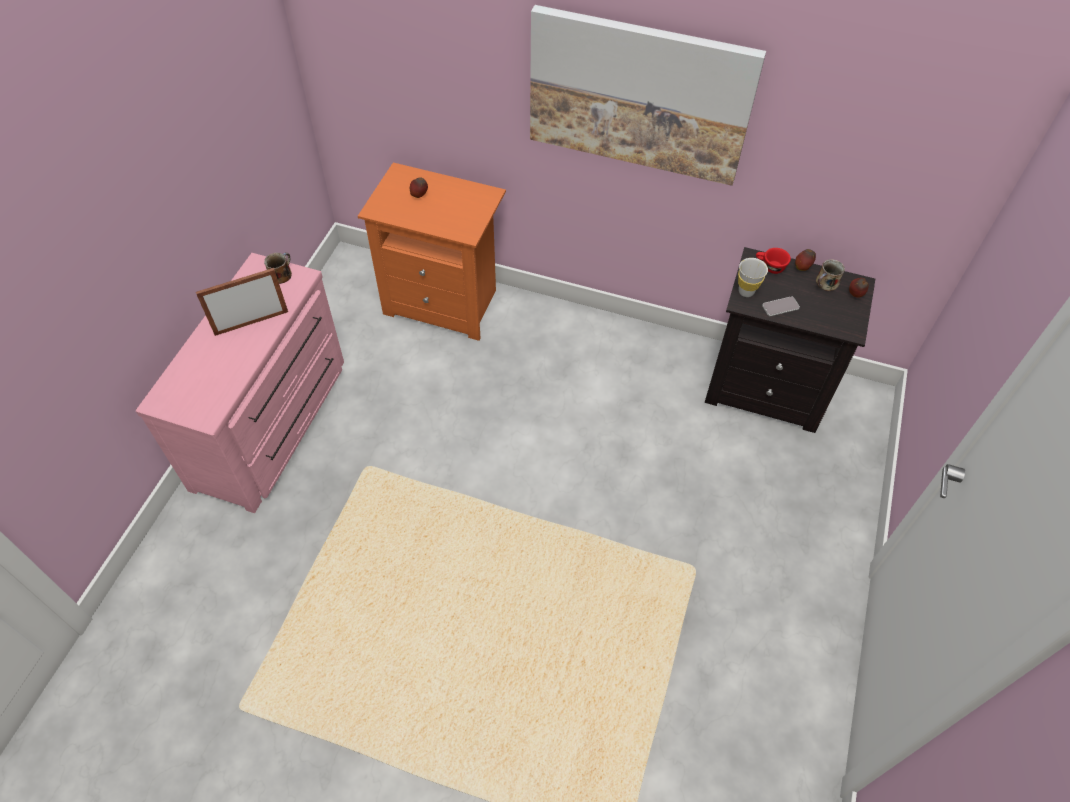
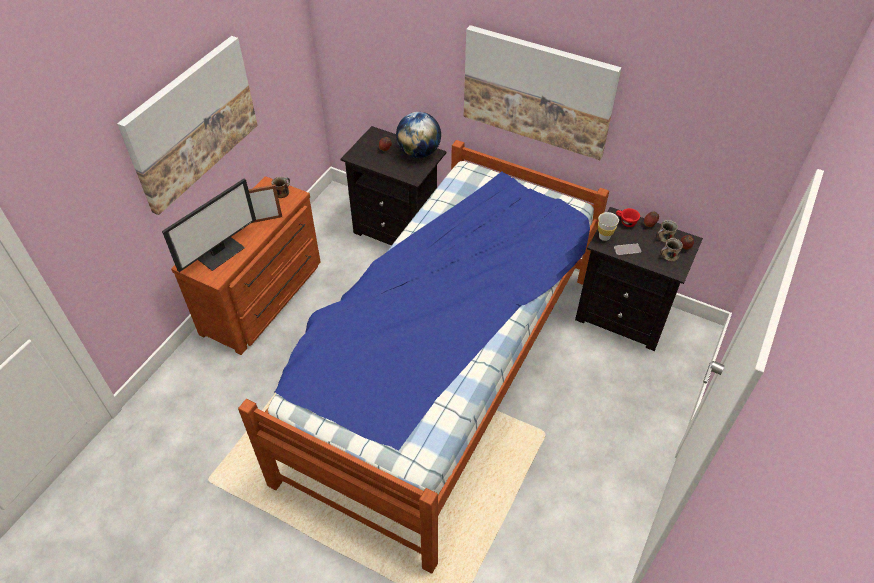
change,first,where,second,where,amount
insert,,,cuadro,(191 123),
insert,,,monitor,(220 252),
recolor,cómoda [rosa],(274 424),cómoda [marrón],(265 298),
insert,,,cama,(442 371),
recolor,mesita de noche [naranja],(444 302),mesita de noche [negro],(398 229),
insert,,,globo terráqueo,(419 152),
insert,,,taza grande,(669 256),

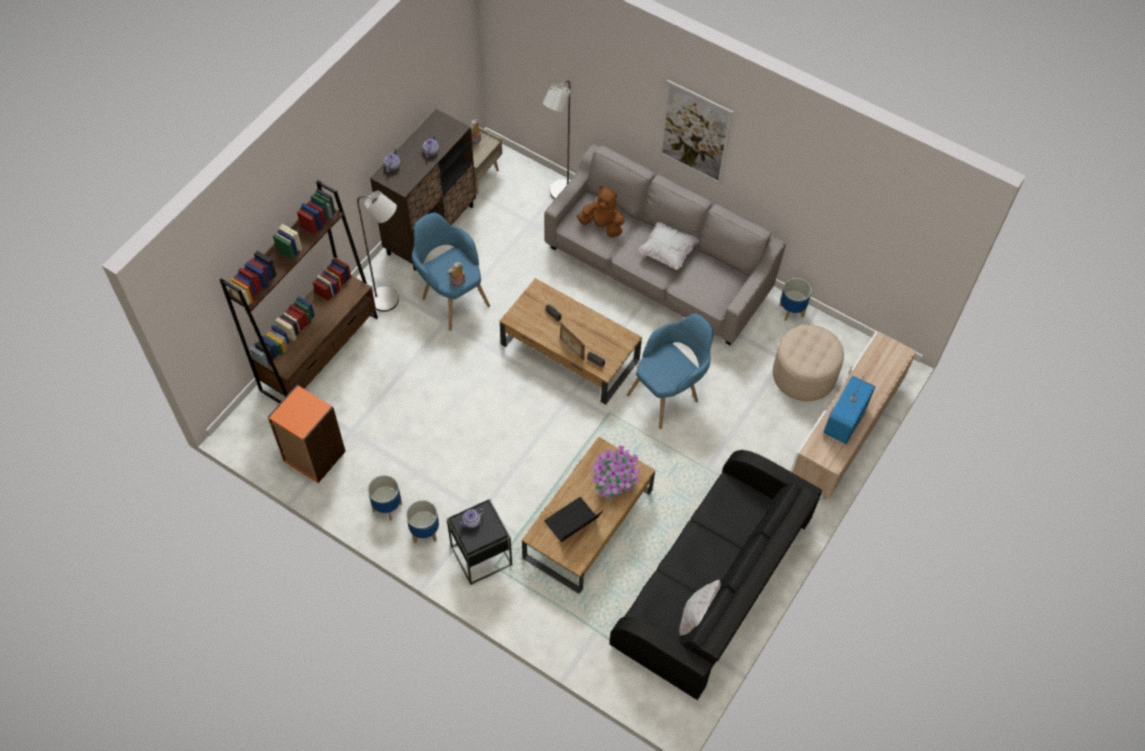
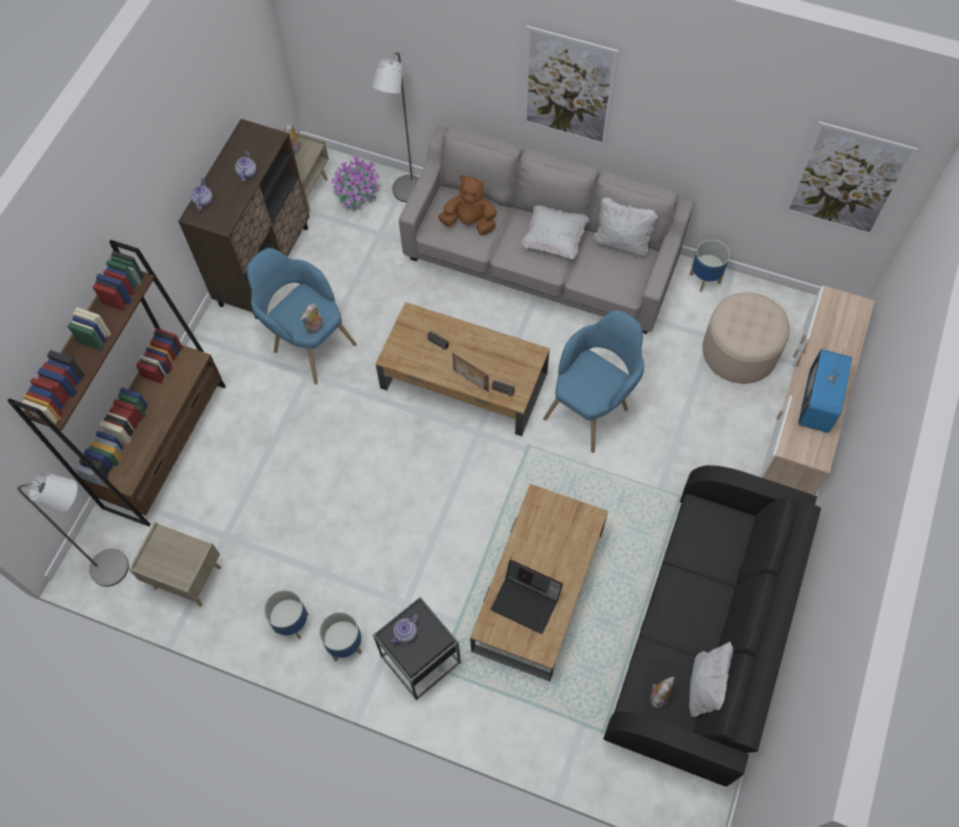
change,first,where,second,where,amount
move,lámpara de pie [gris],(390 301),,(117 568),
replace,estantería [naranja],(314 456),mesita de noche [beis],(187 578),
move,planta en maceta,(614 480),,(356 195),
rotate,portátil,(572 523),,(526 602),105 degrees counterclockwise
insert,,,cojín [blanco],(621 244),
insert,,,peluche,(659 695),
insert,,,cuadro,(847 180),

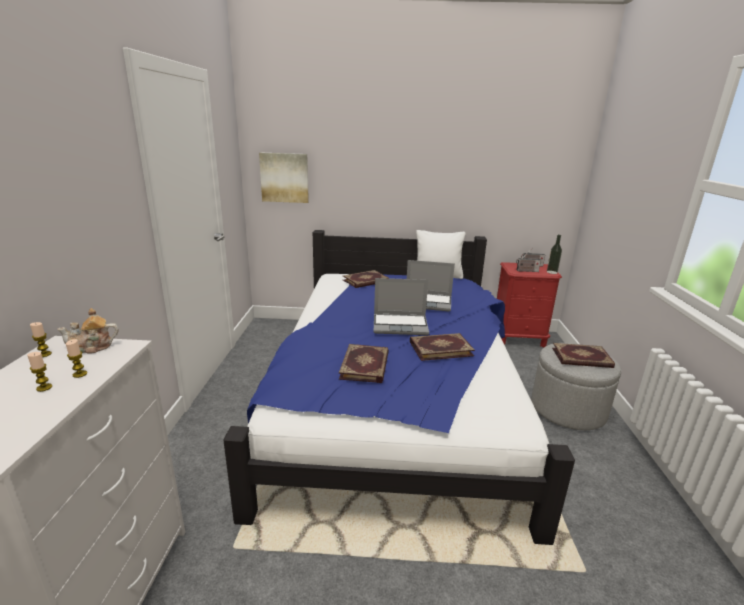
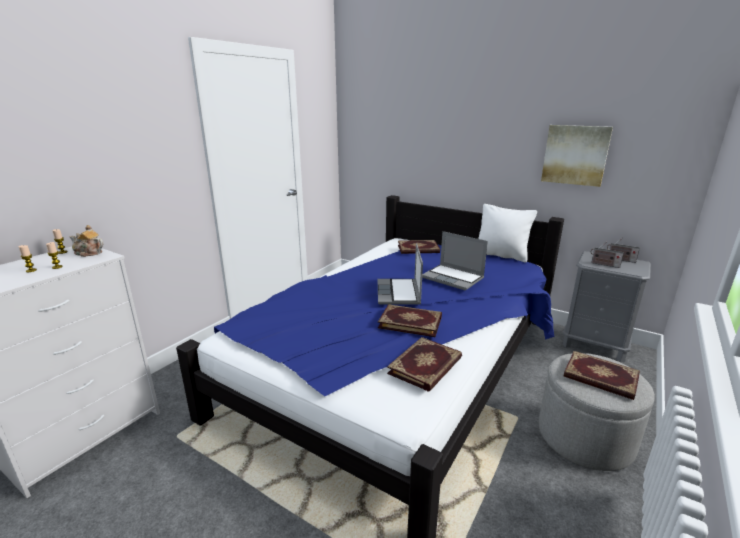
change,first,where,second,where,amount
rotate,portátil,(401 325),,(399 293),60 degrees clockwise
move,libro,(366 365),,(426 366),
move,cuadro,(284 177),,(575 155),
recolor,mesita de noche [rojo],(519 338),mesita de noche [gris],(595 345),
delete,botella,(552 272),,,

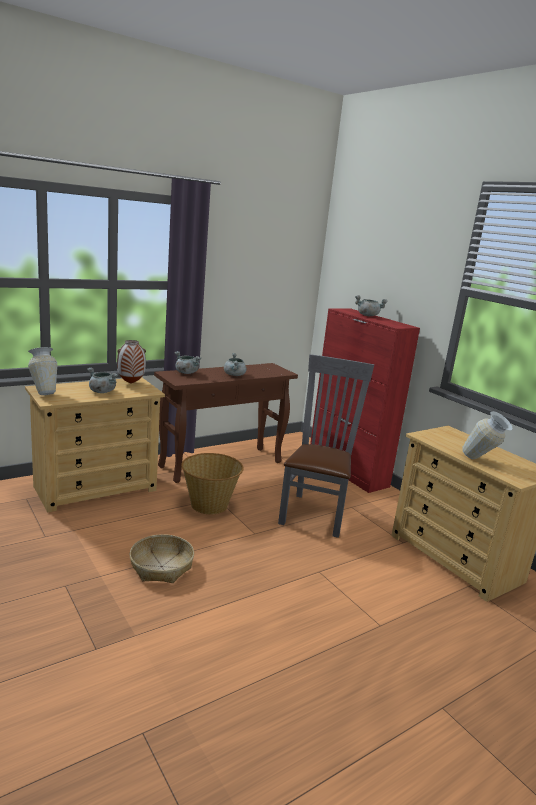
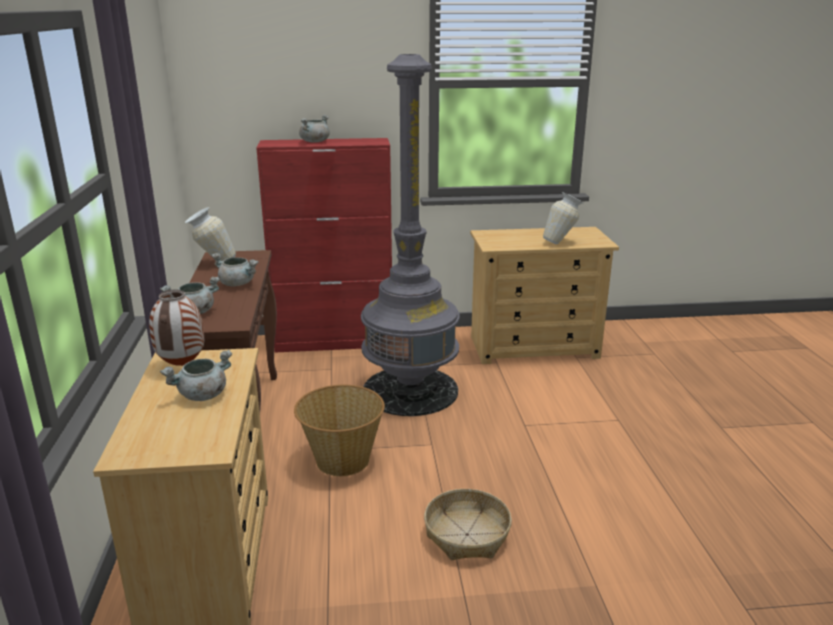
change,first,where,second,where,amount
move,florero,(44 392),,(213 263),
replace,silla [gris],(315 512),lámpara de pie [gris],(410 390),

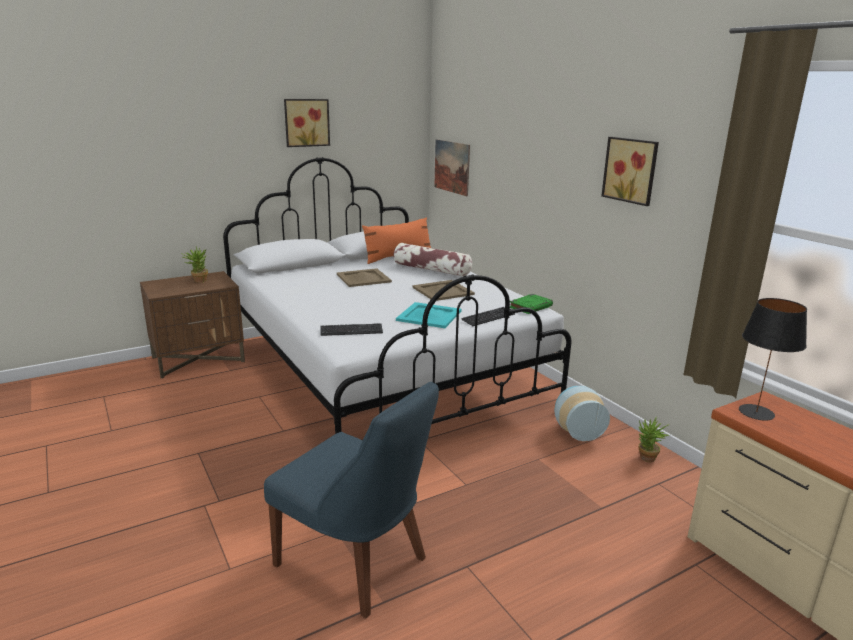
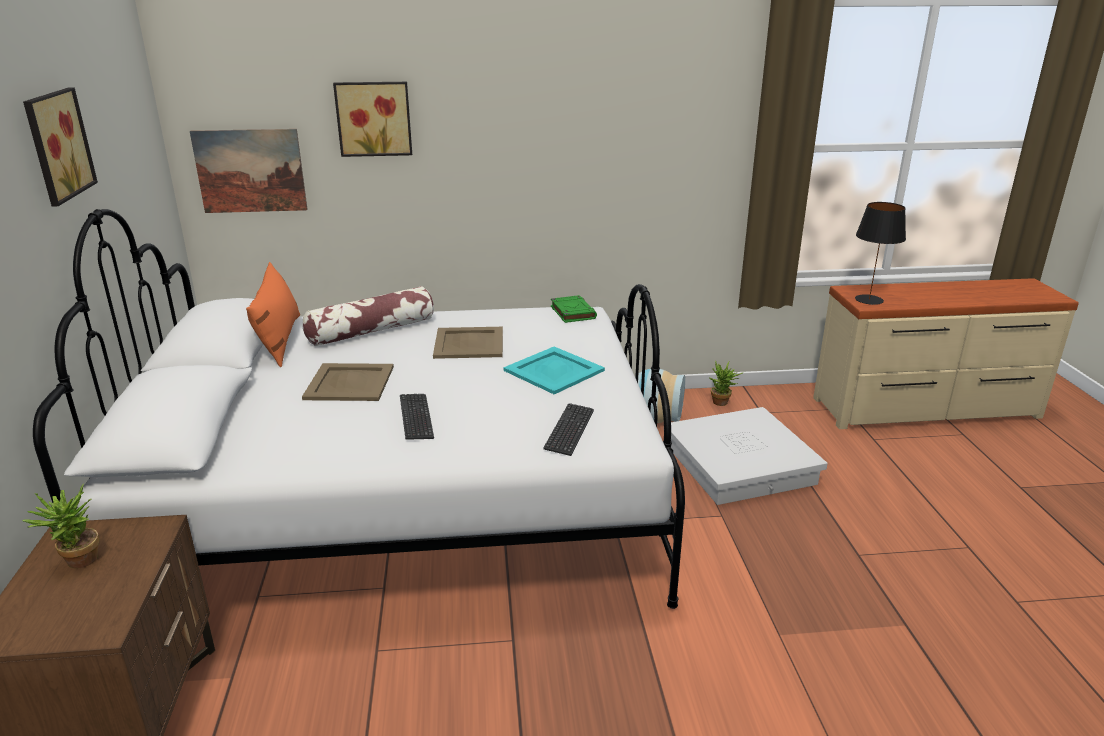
change,first,where,second,where,amount
move,cuadro,(631 170),,(374 118),
move,teclado,(488 318),,(416 418),
insert,,,caja de almacenaje [blanco],(740 464),
delete,silla [azul],(356 564),,,

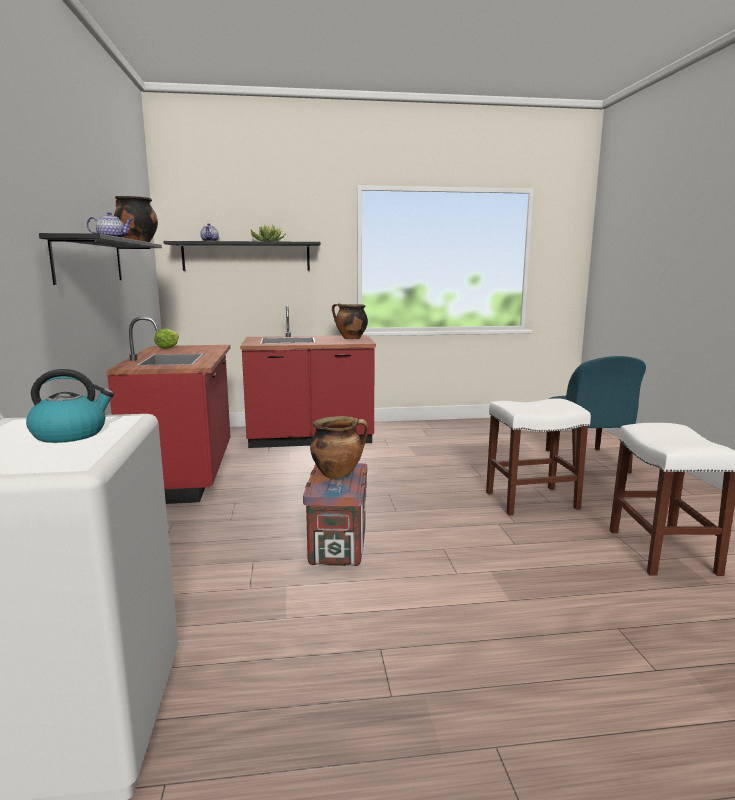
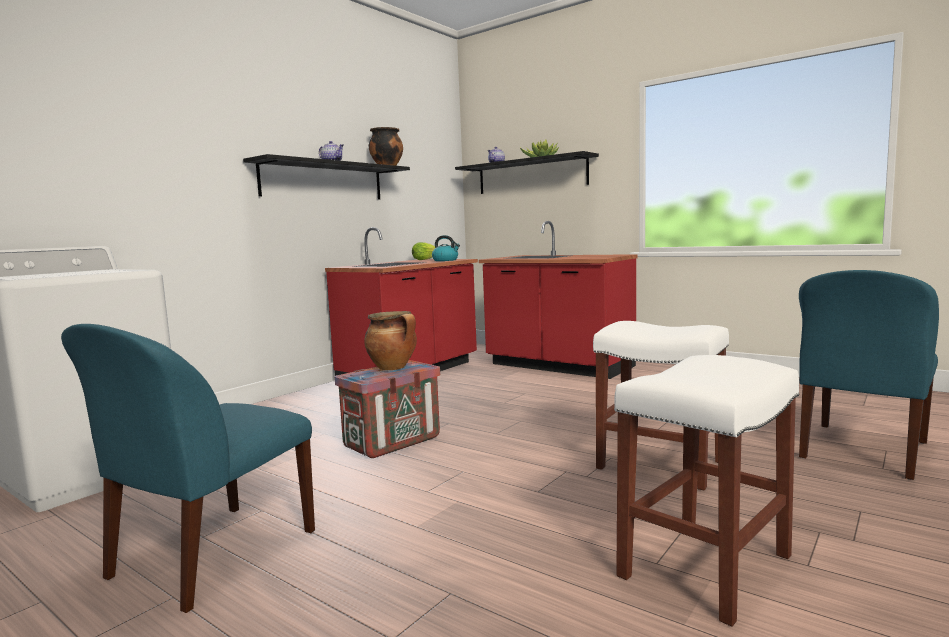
change,first,where,second,where,amount
insert,,,silla [azul],(210 556),
move,hervidor,(71 434),,(445 260),
delete,olla,(350 338),,,

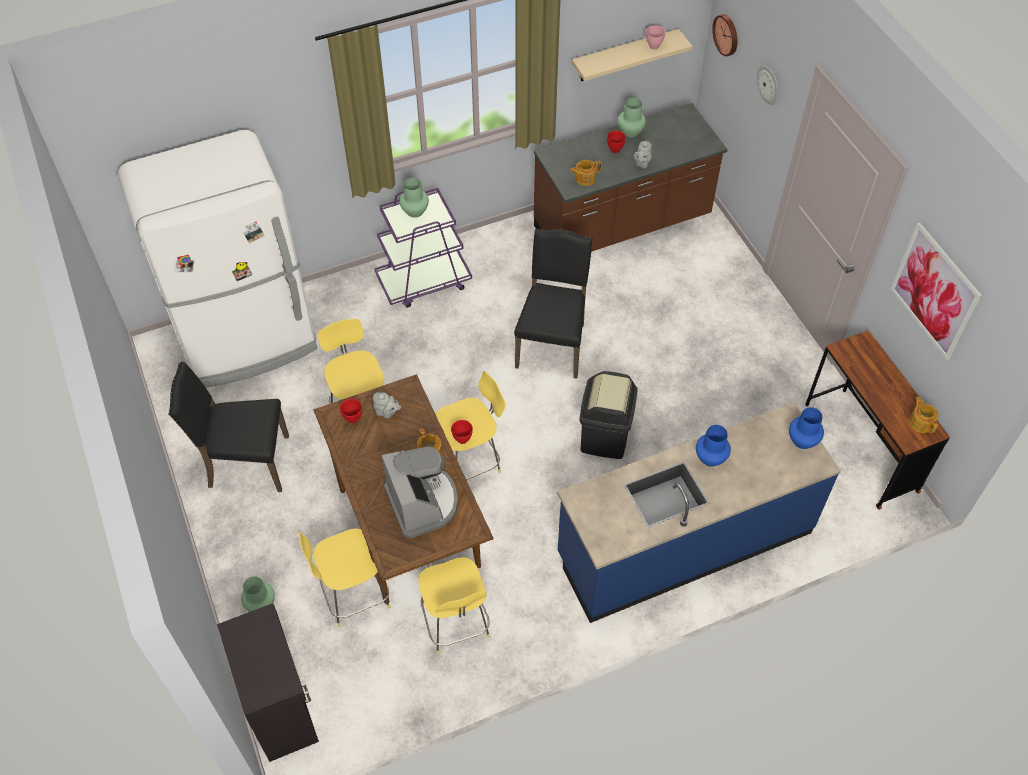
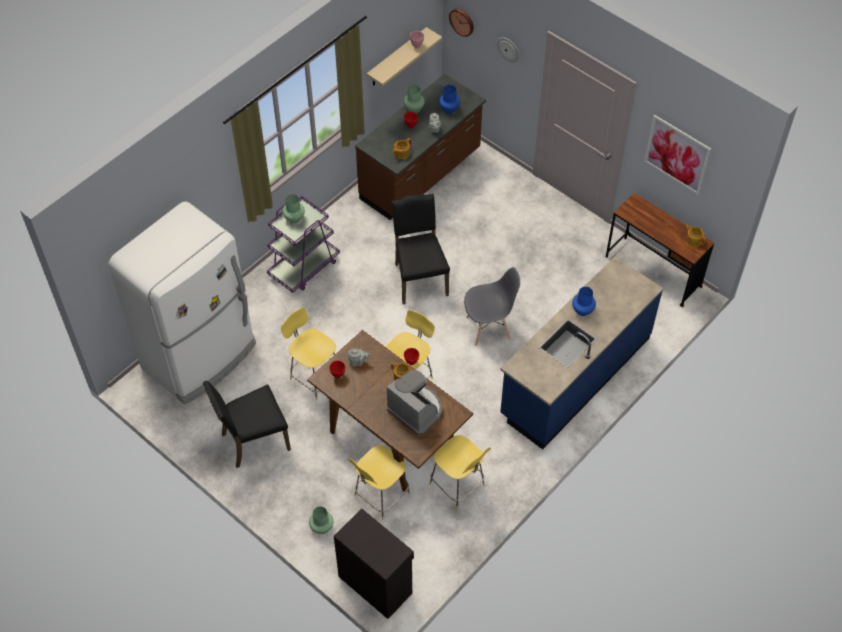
change,first,where,second,where,amount
move,florero [azul],(802 440),,(449 109),
replace,papelera [negro],(605 437),silla [gris],(488 328),

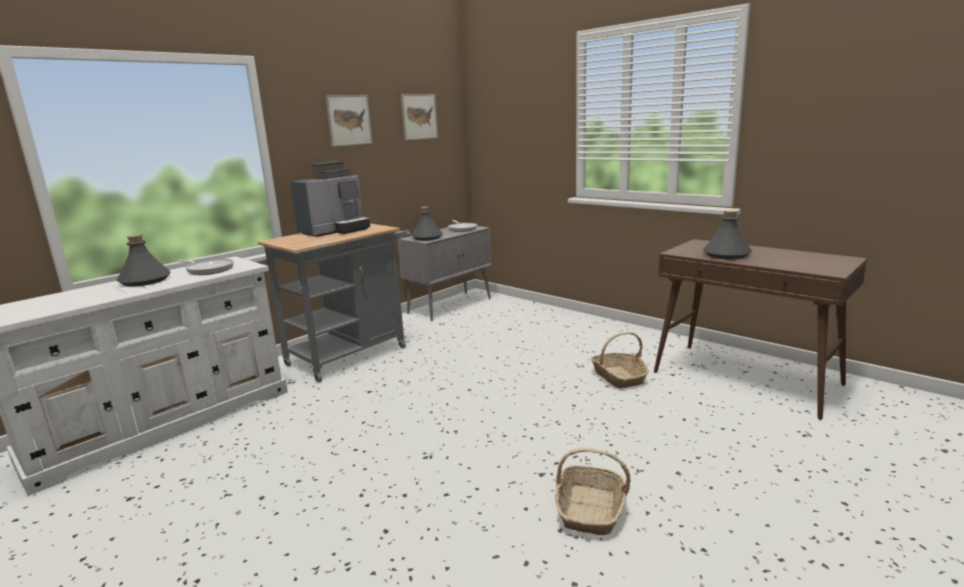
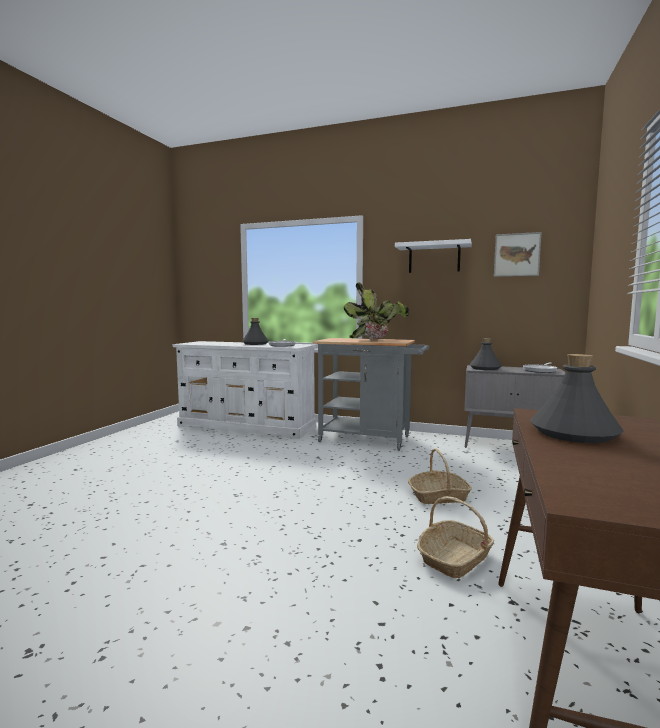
change,first,where,second,where,amount
replace,cafetera,(335 231),planta en maceta,(376 340),
replace,cuadro,(349 120),estante [blanco],(434 258),
move,cesta,(590 510),,(438 496),

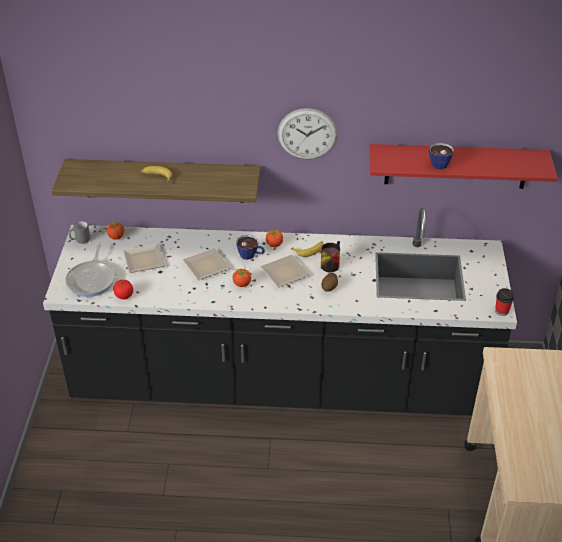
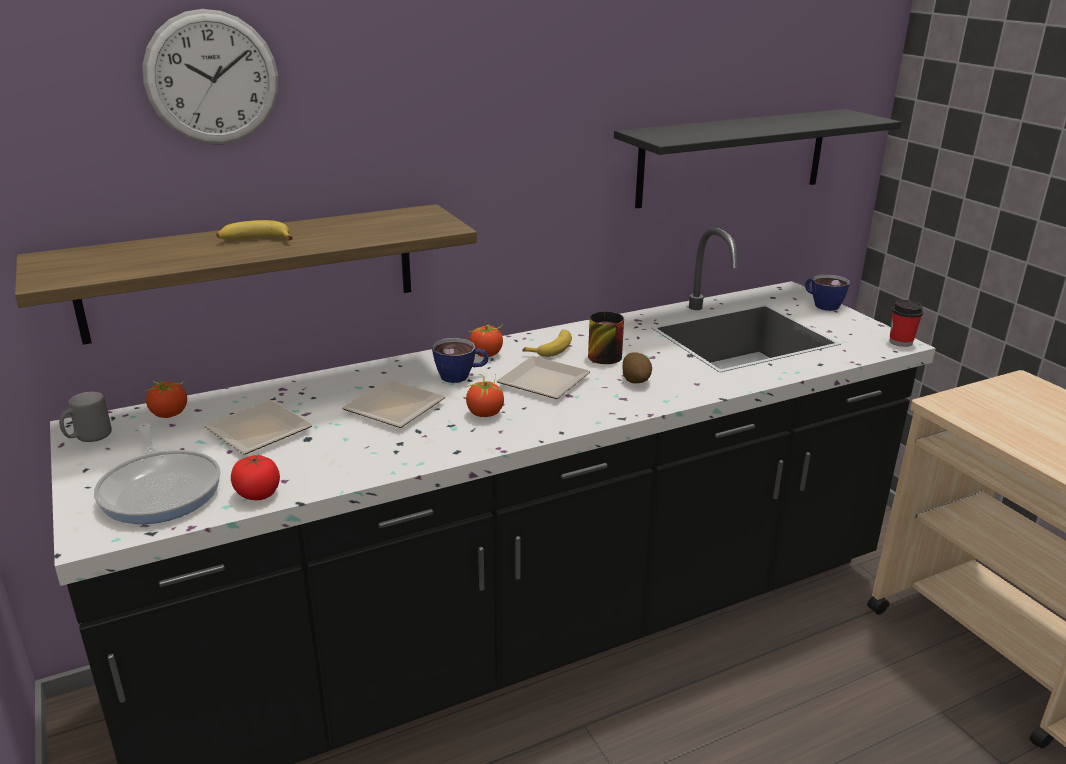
change,first,where,second,where,amount
move,reloj de pared,(307 134),,(212 78),
recolor,estante [rojo],(456 166),estante [negro],(732 157),
move,taza,(438 162),,(822 304),

